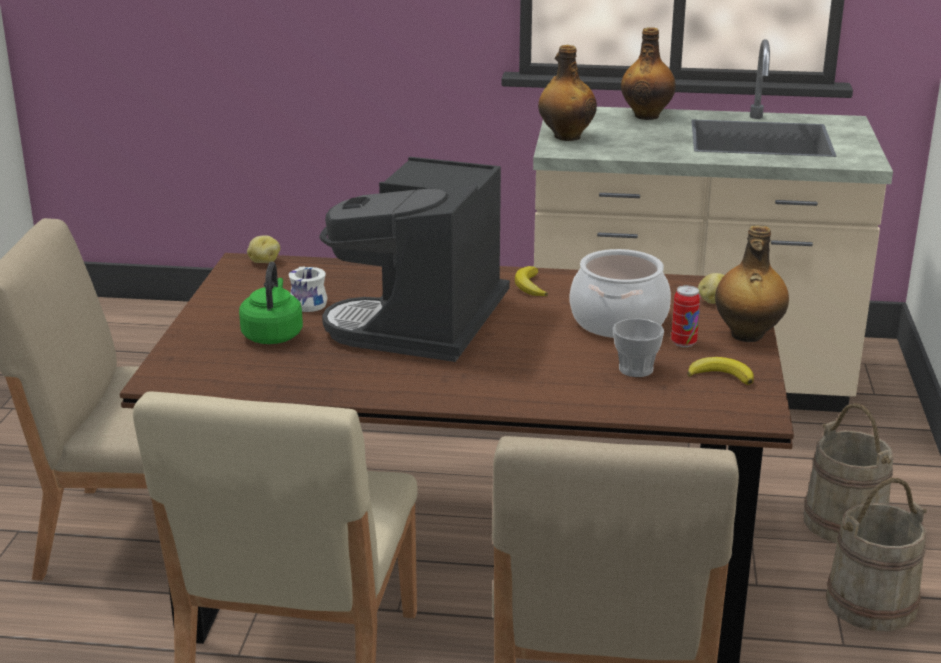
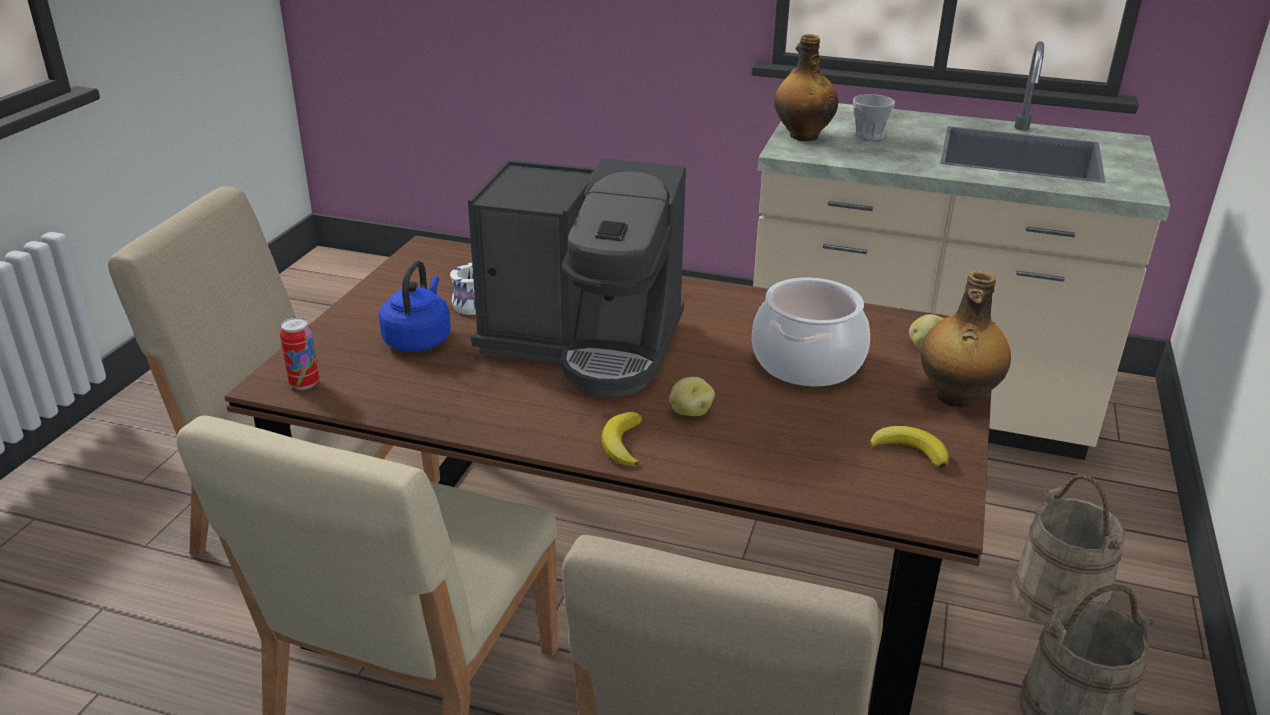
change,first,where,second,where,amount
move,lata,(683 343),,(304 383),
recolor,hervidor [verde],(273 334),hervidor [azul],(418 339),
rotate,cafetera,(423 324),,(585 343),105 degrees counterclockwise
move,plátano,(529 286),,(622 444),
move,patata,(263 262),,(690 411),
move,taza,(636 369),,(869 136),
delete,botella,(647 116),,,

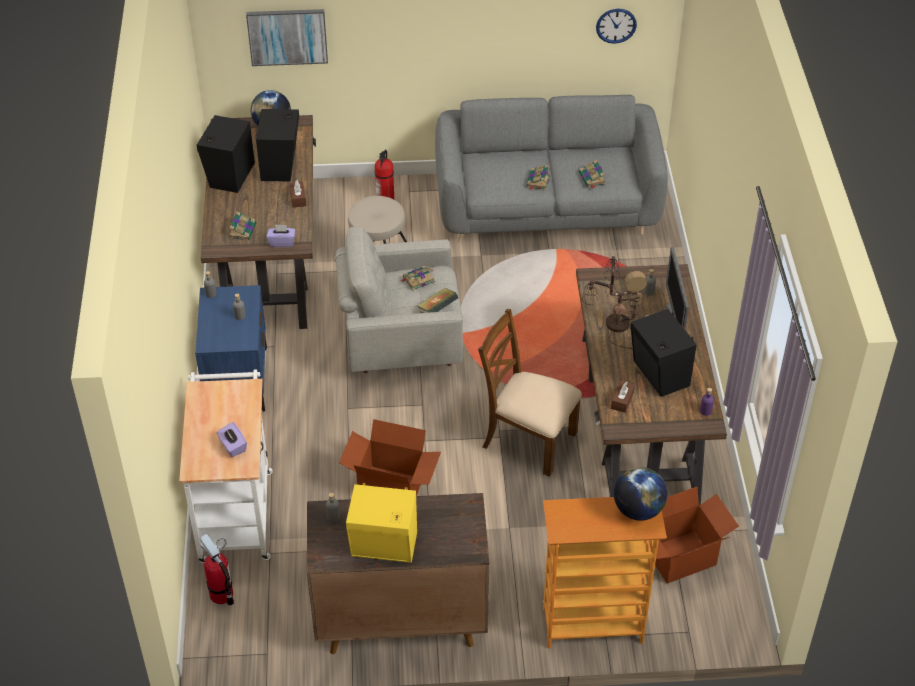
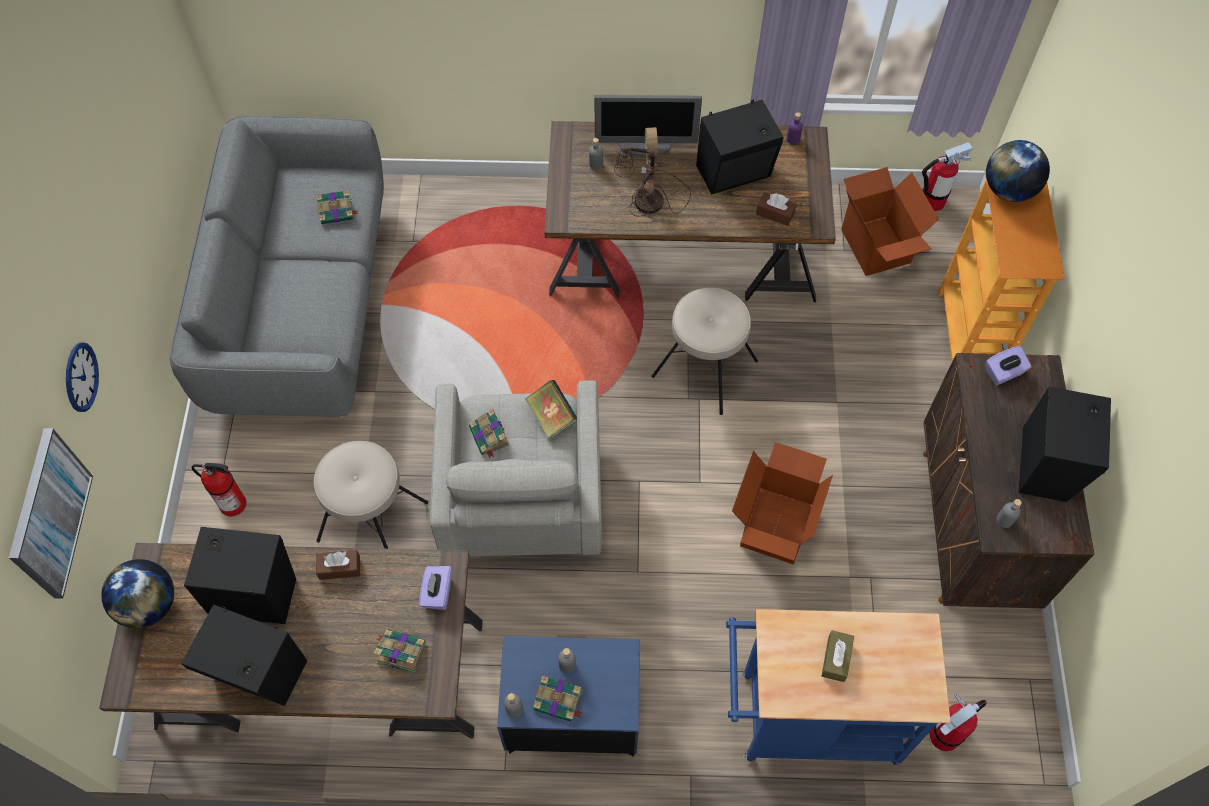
change,first,where,second,where,amount
move,reloj de pared,(616 25),,(81 377),
move,libro,(538 181),,(559 700),
replace,silla [marrón],(528 439),taburete [beis],(704 369),
recolor,carrito [blanco],(235 509),carrito [azul],(807 719),
insert,,,caja de pañuelos [marrón],(836 659),
insert,,,extintor,(932 201),
move,caja de pañuelos [morado],(232 446),,(1004 373),
recolor,altavoz [amarillo],(384 547),altavoz [negro],(1049 463),

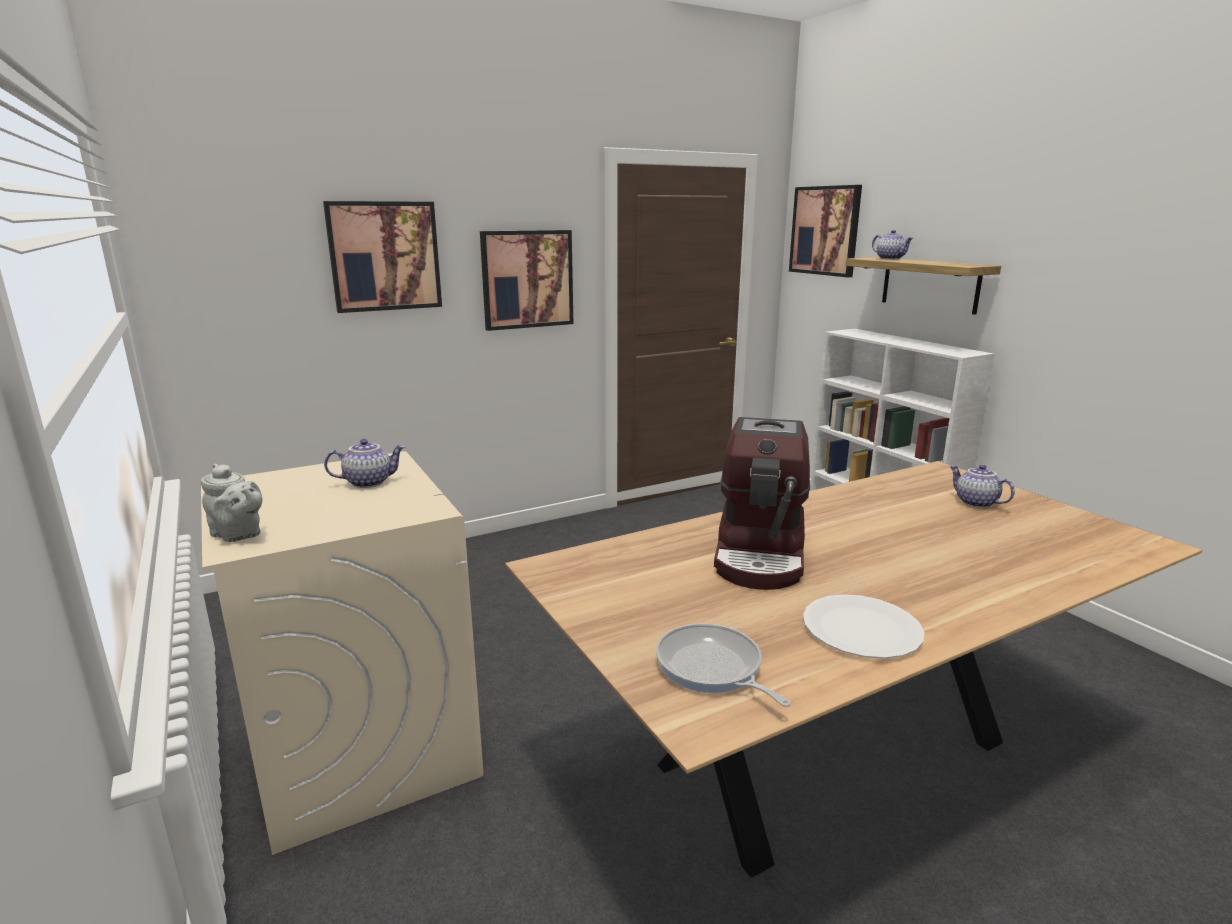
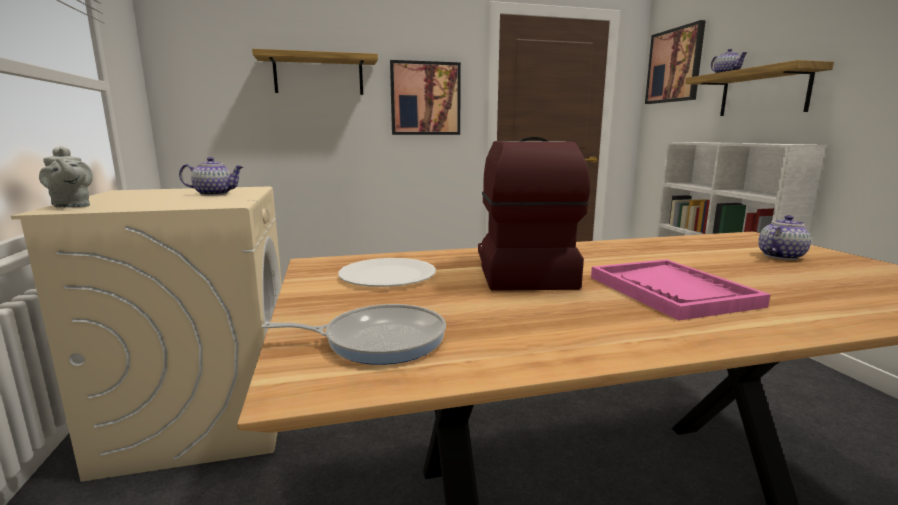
change,first,where,second,where,amount
replace,cuadro,(384 256),estante,(318 75),
rotate,sartén,(712 668),,(378 340),105 degrees clockwise
move,plato [blanco],(862 629),,(388 275),
rotate,cafetera,(761 554),,(521 270),150 degrees clockwise
insert,,,bandeja [rosa],(671 291),
rotate,tetera,(975 503),,(780 256),75 degrees clockwise

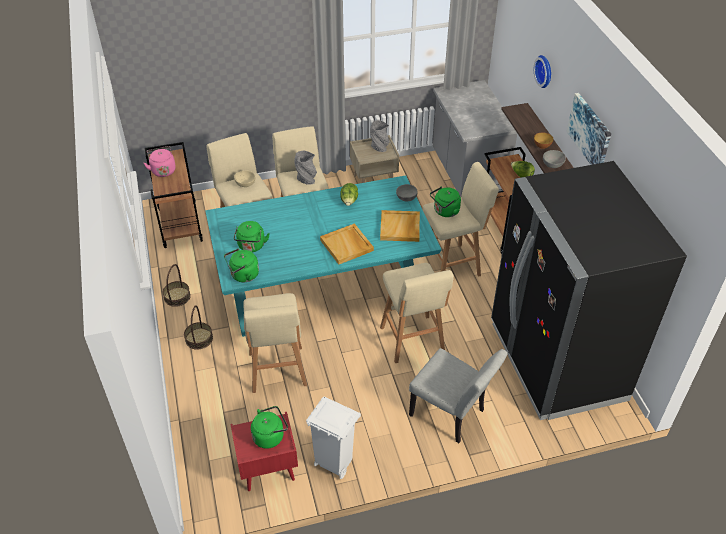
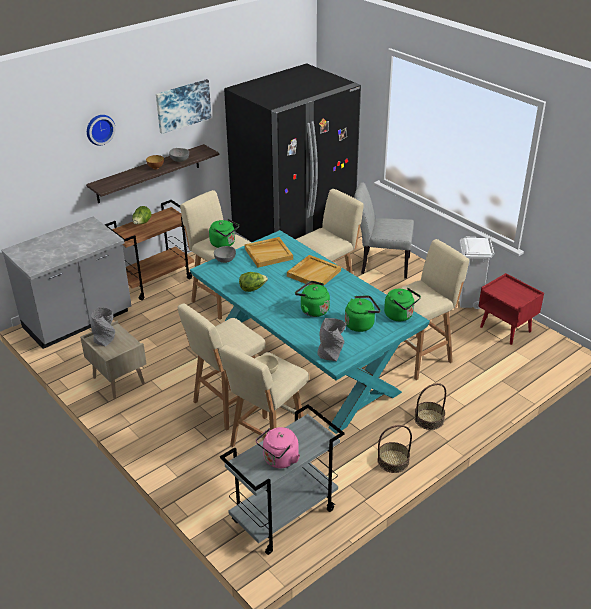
change,first,where,second,where,amount
recolor,carrito [marrón],(179 224),carrito [gris],(284 517),
move,hervidor [verde],(270 436),,(312 310),
move,florero [gris],(306 179),,(331 354),
rotate,silla [gris],(452 415),,(380 265),90 degrees counterclockwise

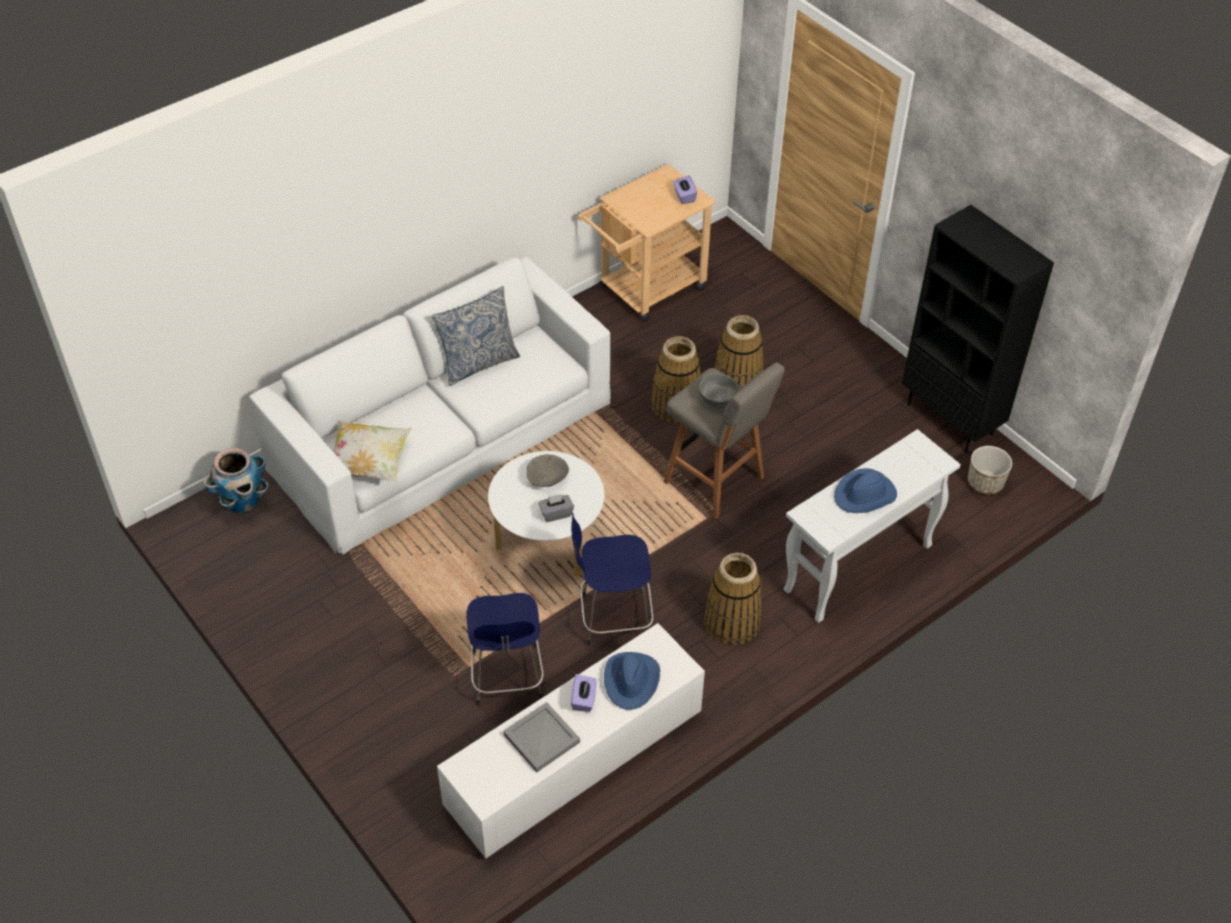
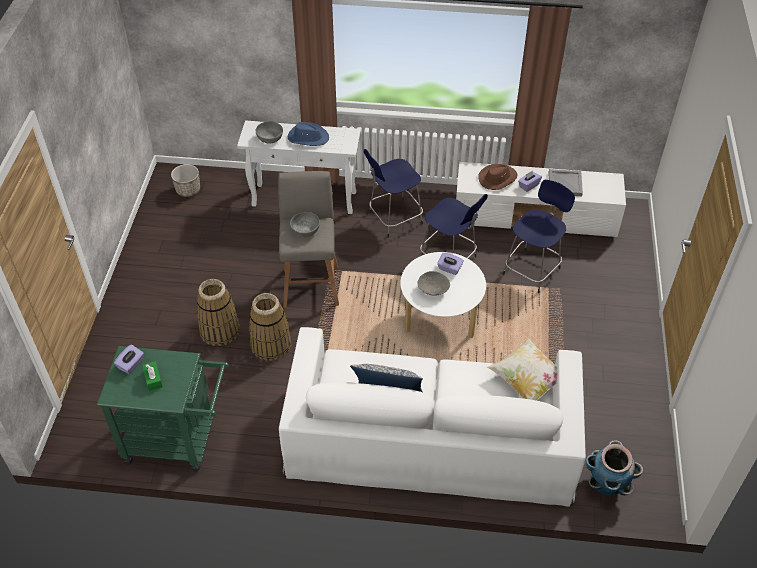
change,first,where,second,where,amount
recolor,carrito [beis],(645 291),carrito [verde],(178 440),
insert,,,caja de pañuelos [verde],(153 379),
insert,,,cuenco [gris],(270 138),
replace,cesta,(732 621),taburete [azul],(393 219),
recolor,caja de pañuelos [gris],(556 513),caja de pañuelos [morado],(449 269),
recolor,sombrero [azul],(631 681),sombrero [marrón],(497 178),
delete,estantería [negro],(951 419),,,

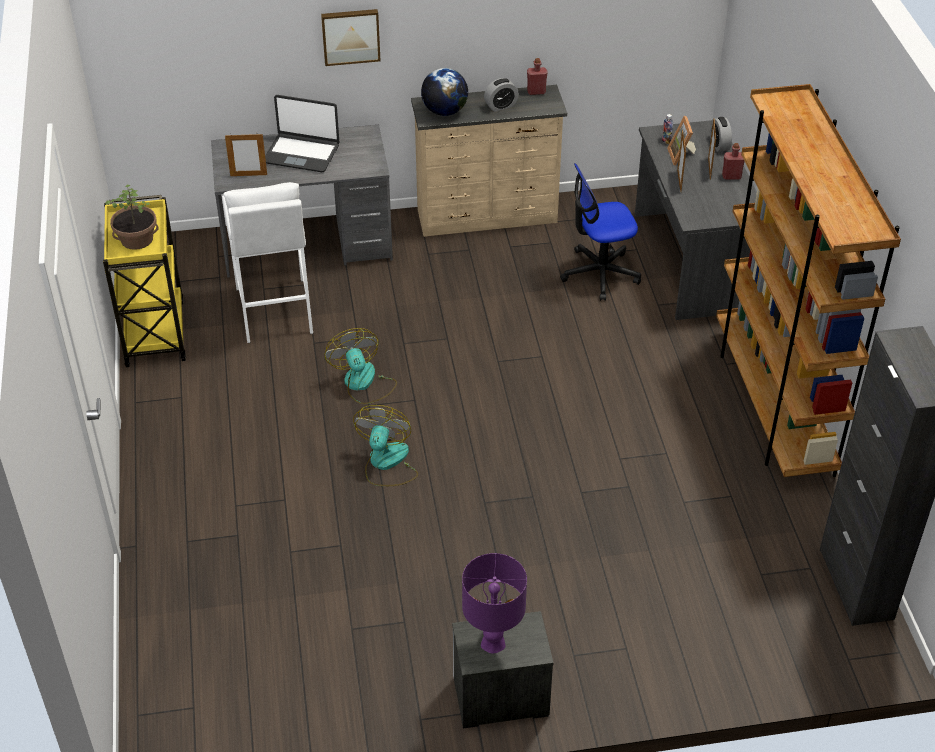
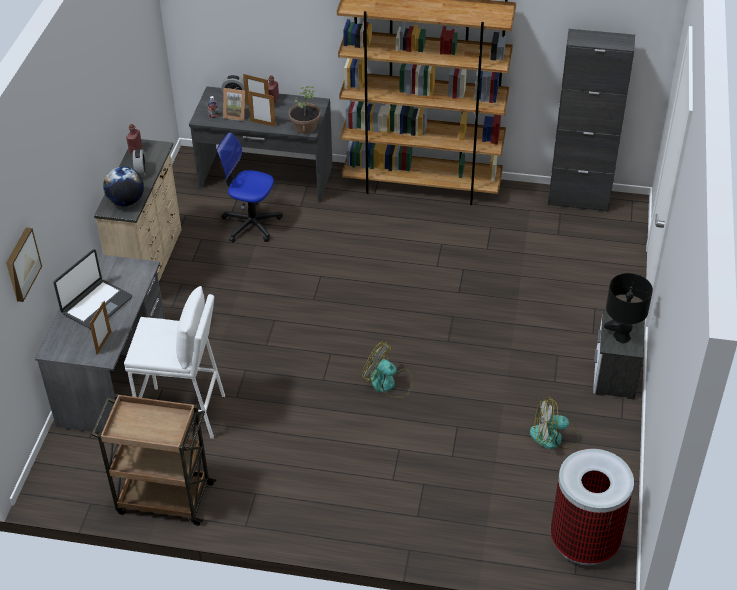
change,first,where,second,where,amount
move,cuadro,(350 36),,(21 264),
recolor,carrito [amarillo],(155 331),carrito [marrón],(163 498),
rotate,silla de oficina,(599 273),,(251 224),105 degrees clockwise
move,planta en maceta,(137 239),,(305 127),
move,ventilador,(363 383),,(554 437),
insert,,,papelera,(584 542),
recolor,lámpara de mesa [morado],(493 642),lámpara de mesa [negro],(621 336),

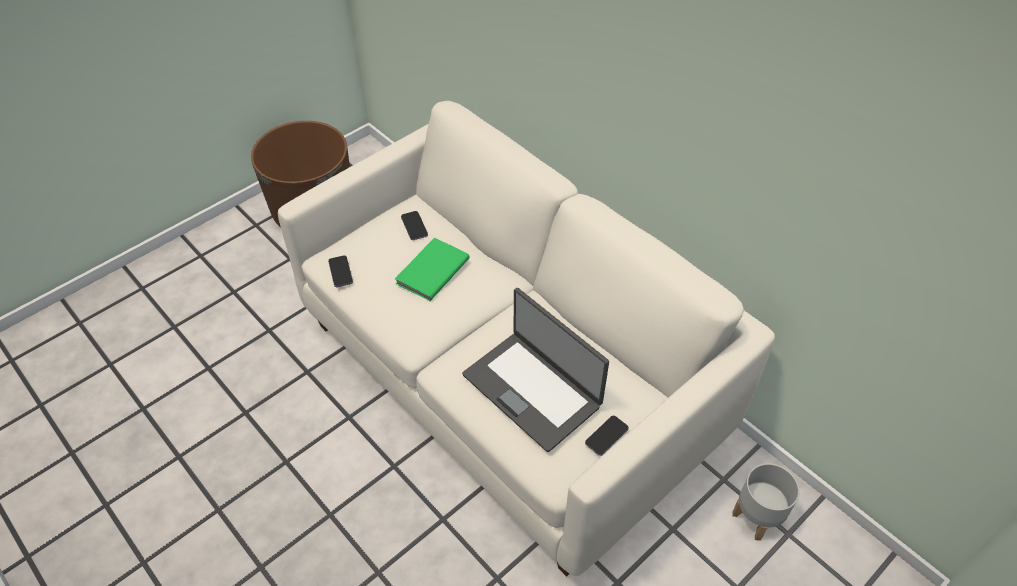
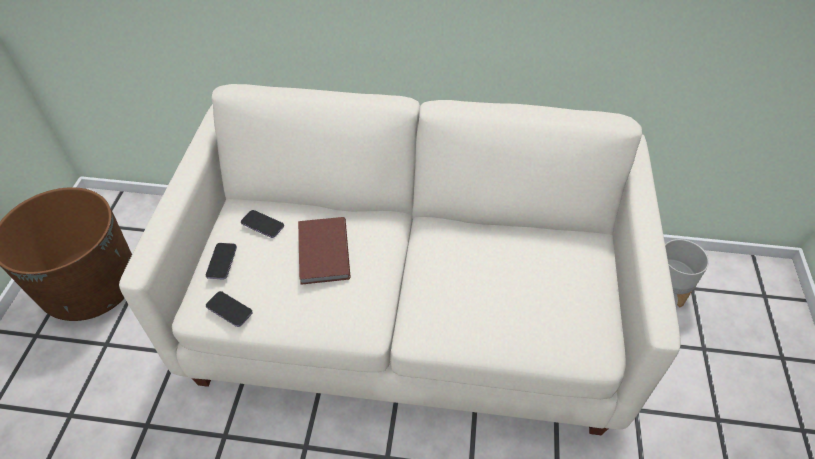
change,first,where,second,where,amount
move,móvil,(606 436),,(222 262),
recolor,libro [verde],(430 271),libro [marrón],(322 253),
delete,portátil,(533 389),,,

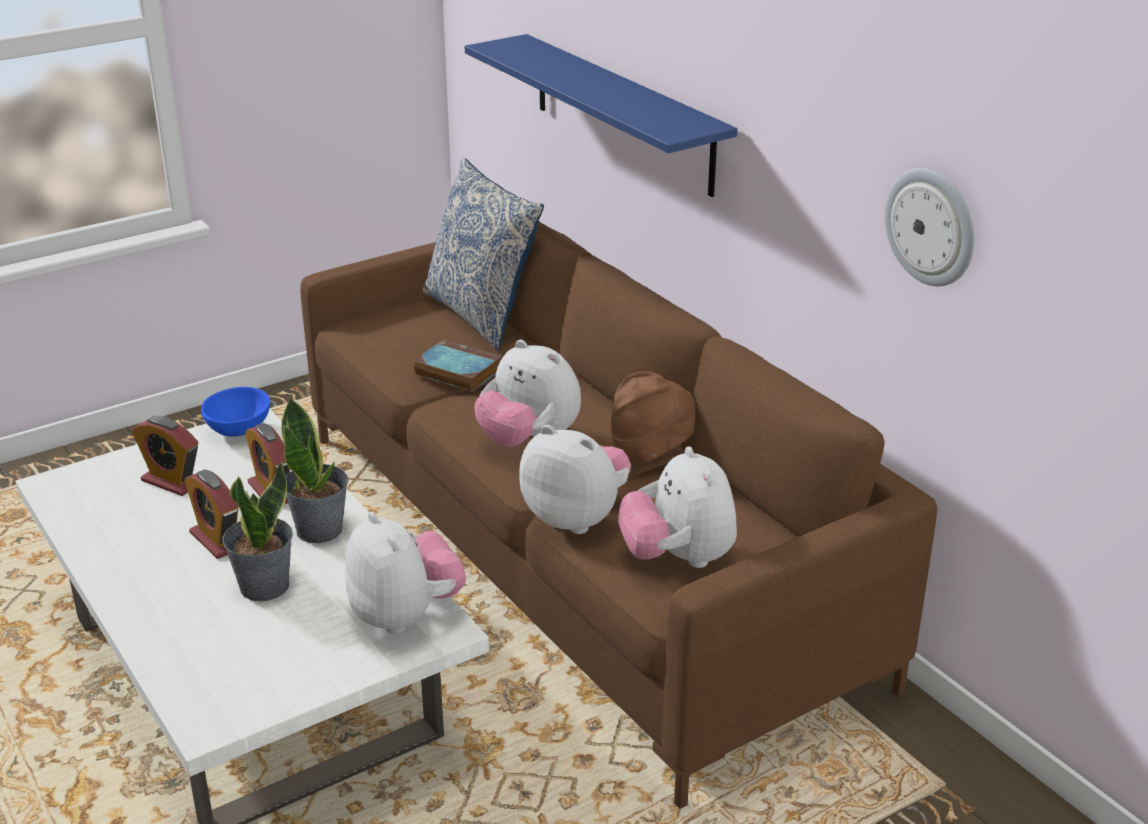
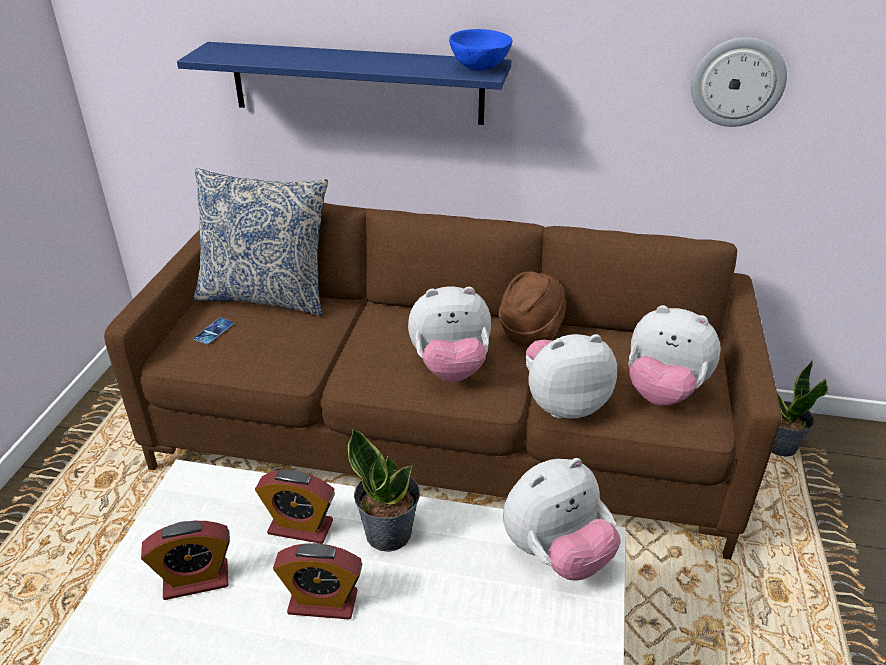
change,first,where,second,where,amount
insert,,,móvil,(214 331),
move,cuenco [azul],(240 430),,(480 67),
rotate,peluche,(405 616),,(556 554),135 degrees clockwise
move,planta en maceta,(263 586),,(779 446),
delete,libro,(456 371),,,

